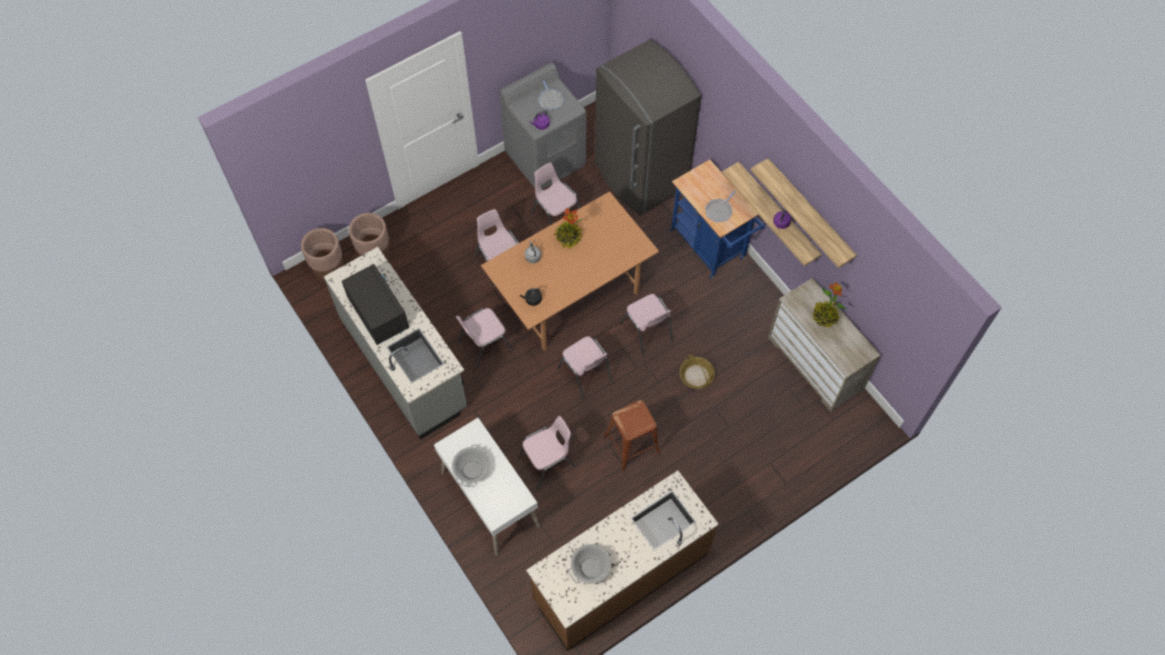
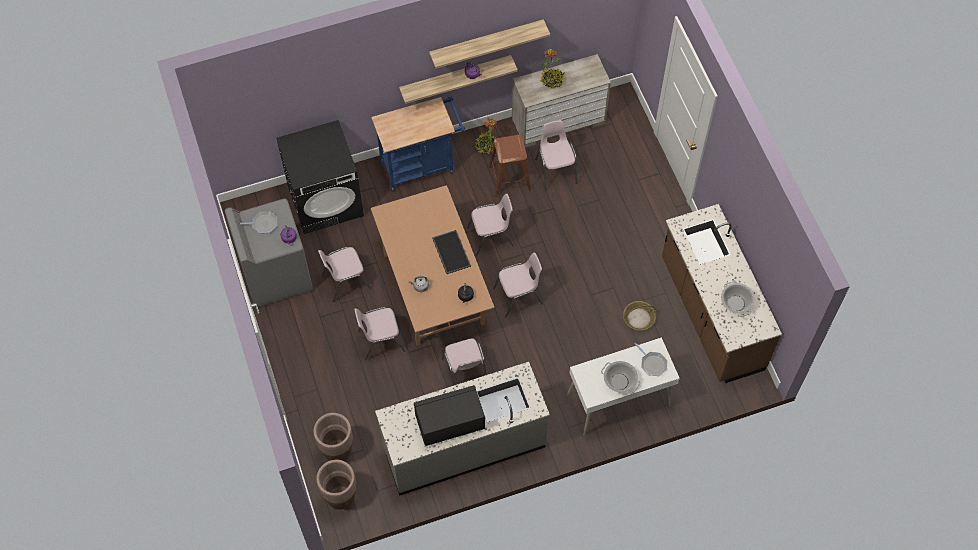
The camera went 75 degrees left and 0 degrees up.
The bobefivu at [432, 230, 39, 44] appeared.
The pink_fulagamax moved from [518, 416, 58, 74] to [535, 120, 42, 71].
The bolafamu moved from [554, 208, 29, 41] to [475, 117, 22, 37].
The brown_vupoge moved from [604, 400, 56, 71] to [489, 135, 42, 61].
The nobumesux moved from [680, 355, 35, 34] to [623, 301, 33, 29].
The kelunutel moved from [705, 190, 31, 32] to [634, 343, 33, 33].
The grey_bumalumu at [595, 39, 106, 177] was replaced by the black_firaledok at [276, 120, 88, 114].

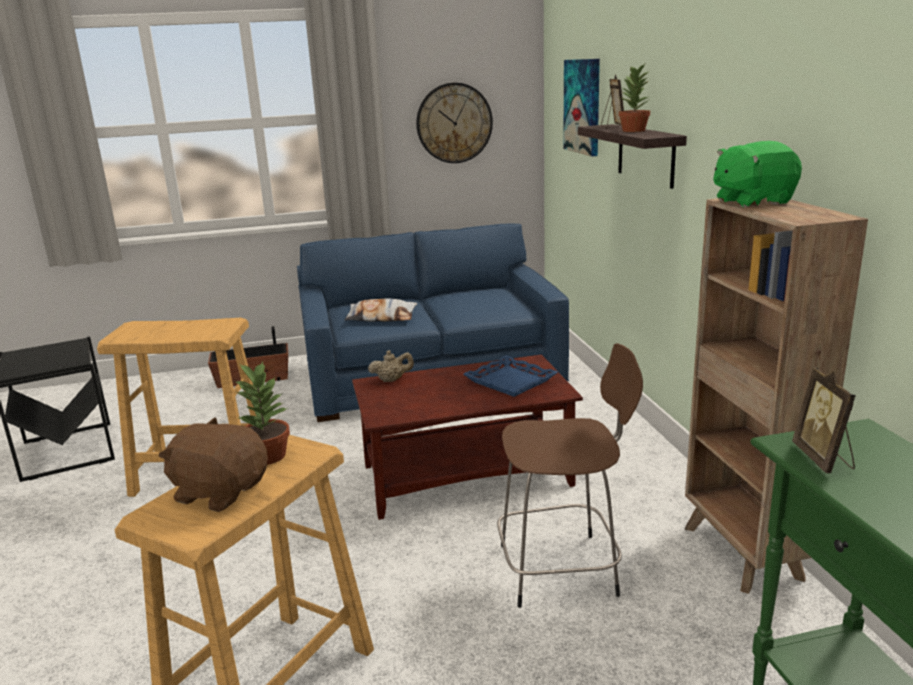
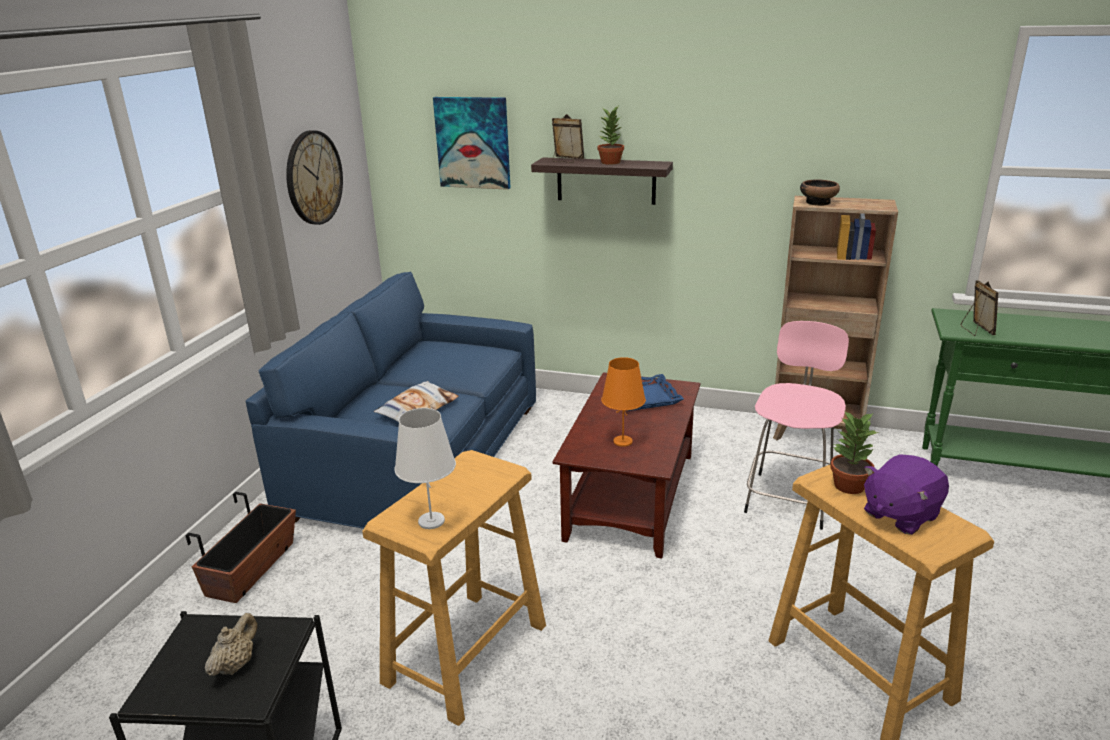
The camera went 60 degrees left and 5 degrees up.
The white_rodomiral at [395, 408, 61, 121] appeared.
The orange_rodomiral at [601, 357, 45, 90] appeared.
The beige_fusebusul moved from [368, 350, 46, 32] to [205, 613, 52, 63].
The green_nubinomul at [713, 141, 89, 66] was replaced by the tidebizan at [800, 179, 40, 27].
The brown_nubinomul at [159, 417, 109, 95] became the purple_nubinomul at [864, 454, 85, 81].
The brown_vupoge at [497, 343, 146, 265] became the pink_vupoge at [744, 321, 105, 209].
The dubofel at [792, 367, 64, 106] turned 120 degrees counterclockwise.

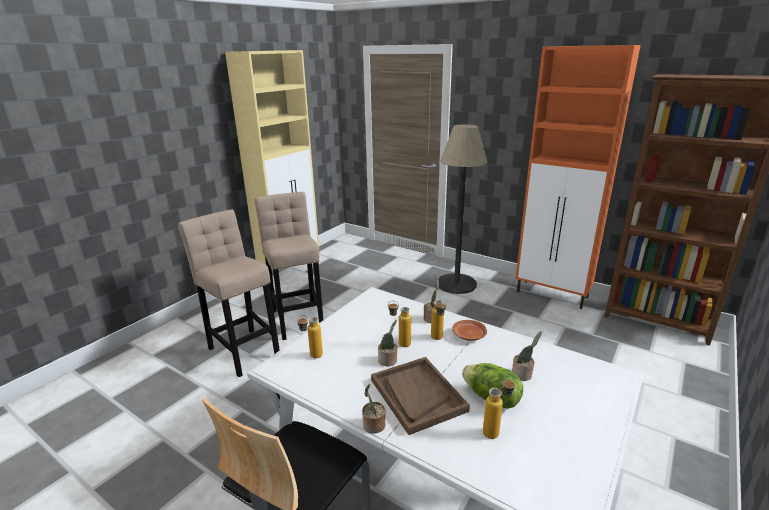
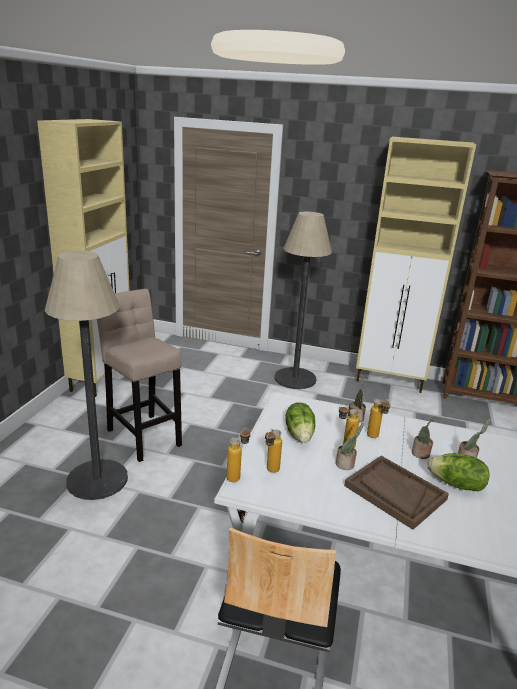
The camera went 20 degrees left and 0 degrees up.
The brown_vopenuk at [452, 320, 35, 21] disappeared.
The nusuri at [285, 402, 30, 41] appeared.
The bolafamu moved from [362, 384, 23, 50] to [412, 417, 23, 42].
The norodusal moved from [483, 378, 32, 61] to [227, 427, 23, 55].
The beige_vupoge at [178, 210, 102, 167] was replaced by the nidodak at [45, 251, 83, 249].
The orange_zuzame at [516, 45, 125, 264] became the beige_zuzame at [356, 137, 120, 256].

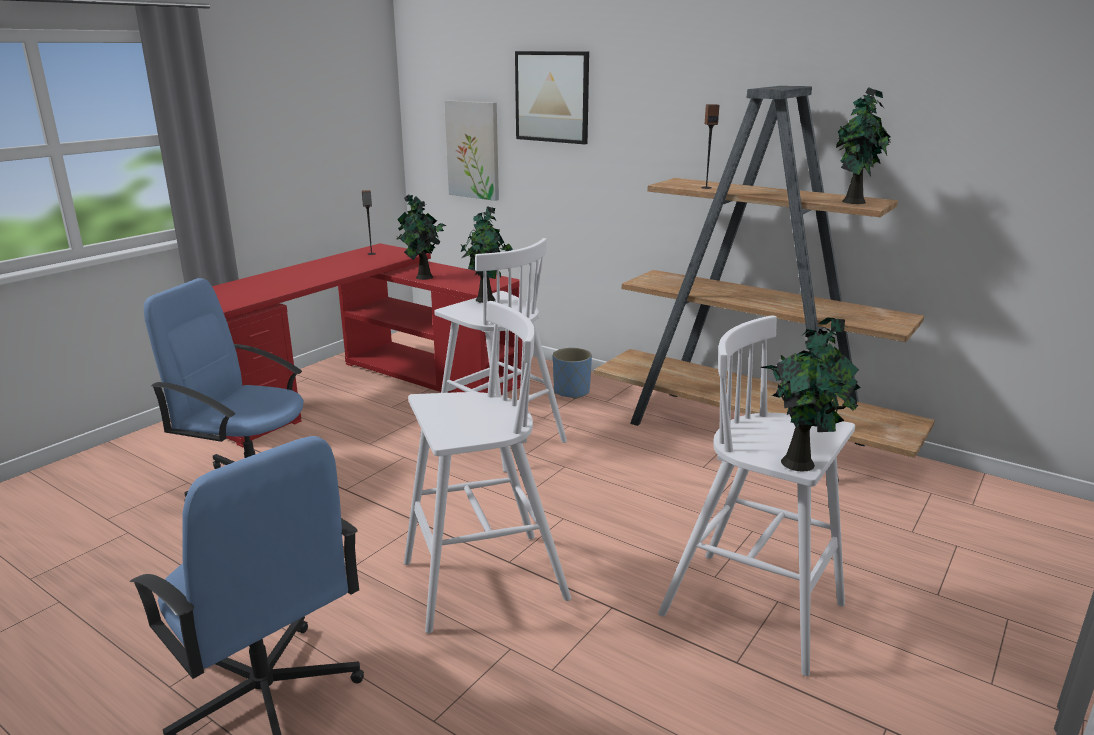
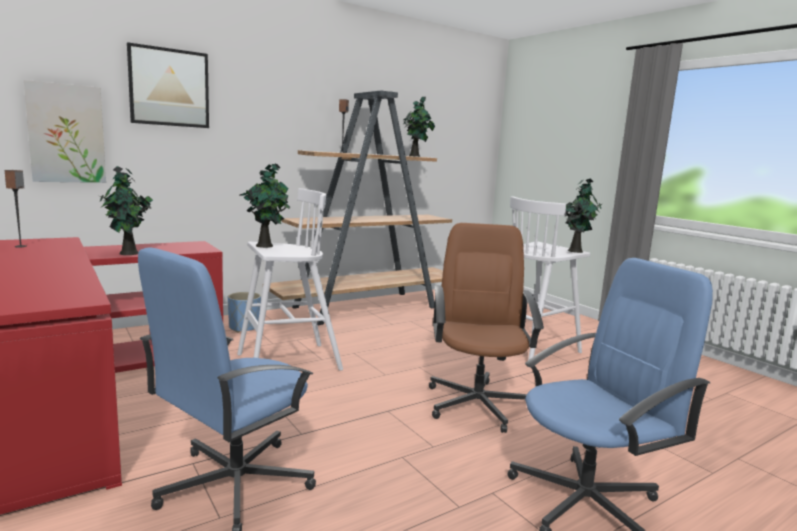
The camera went 70 degrees left and 10 degrees down.
The white_vupoge at [404, 301, 167, 332] was replaced by the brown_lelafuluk at [429, 223, 115, 210].

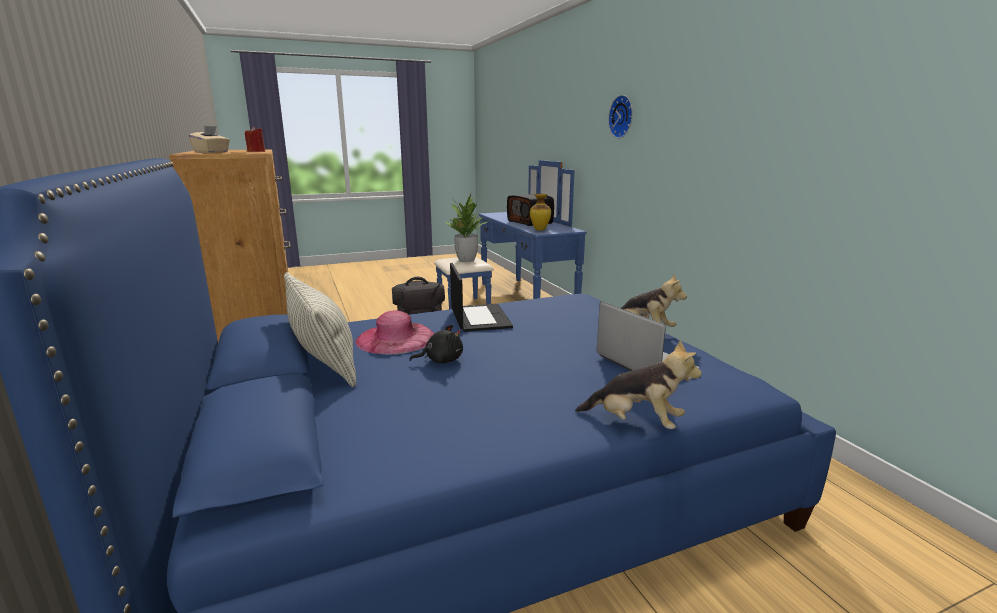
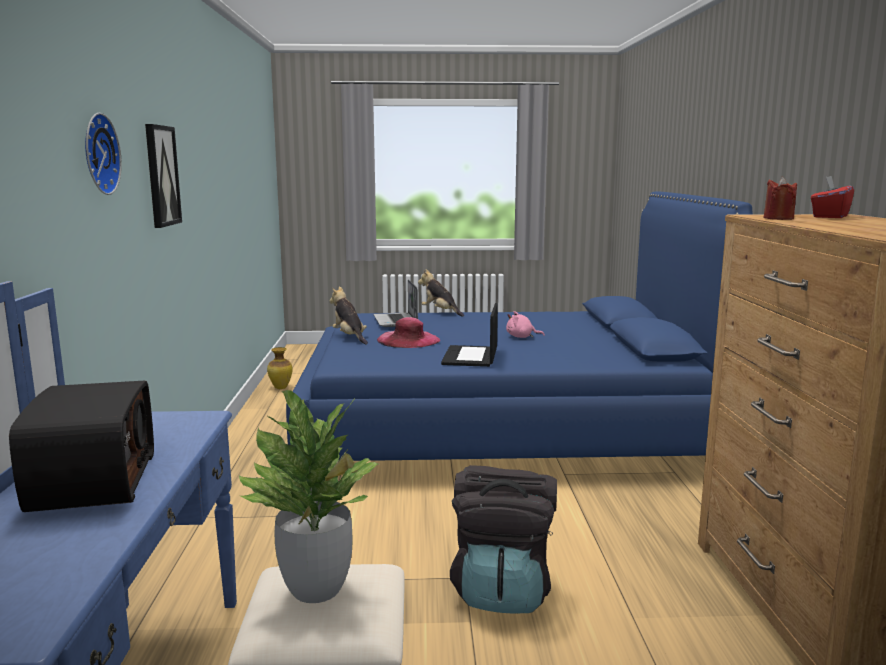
The camera went 160 degrees left and 5 degrees down.
The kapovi at [284, 272, 72, 115] disappeared.
The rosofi at [145, 124, 37, 104] appeared.
The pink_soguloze moved from [355, 310, 79, 45] to [377, 317, 63, 31].
The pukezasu moved from [530, 194, 21, 37] to [267, 347, 26, 42].
The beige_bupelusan at [189, 126, 41, 27] became the red_bupelusan at [811, 176, 43, 42].
The black_nubinomul at [409, 324, 54, 40] became the pink_nubinomul at [506, 311, 39, 27].

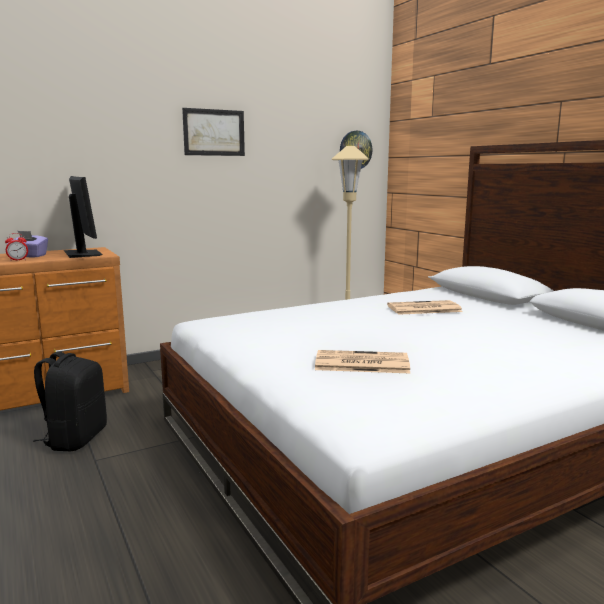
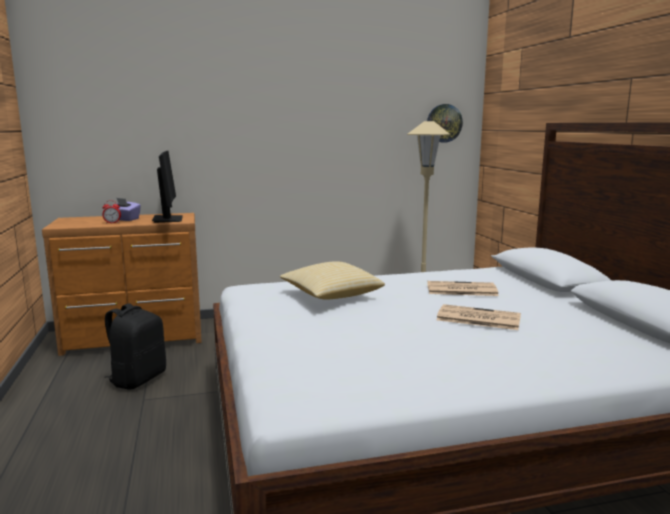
The camera went 15 degrees right and 0 degrees up.
The rosofi at [182, 108, 63, 48] disappeared.
The kapovi at [280, 261, 105, 38] appeared.
The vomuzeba moved from [315, 350, 95, 23] to [436, 304, 85, 26].

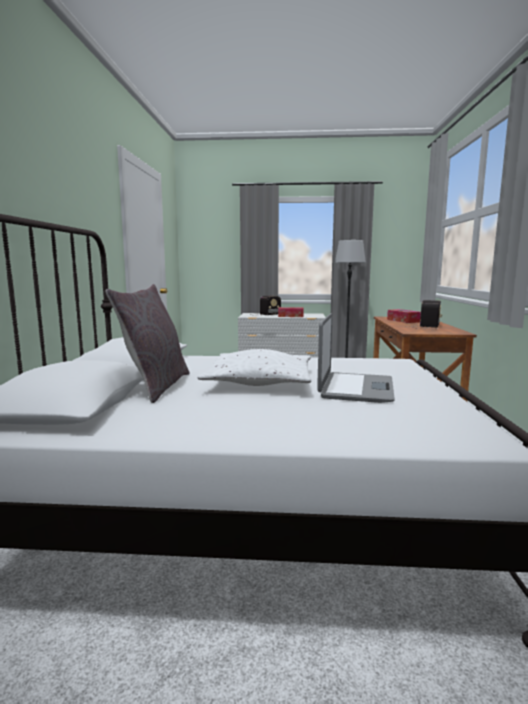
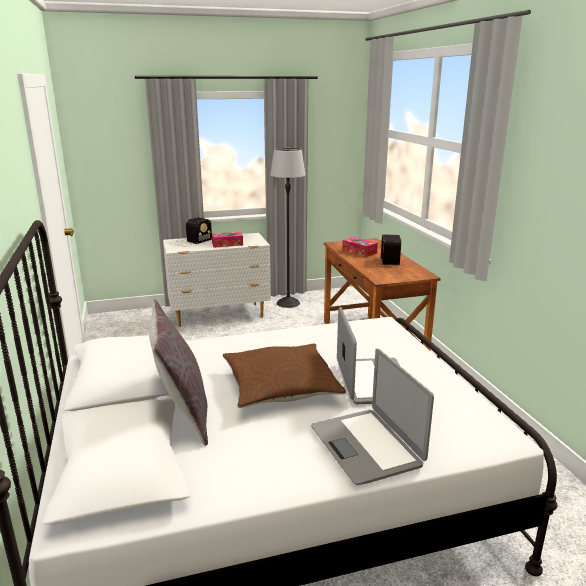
The camera went 20 degrees left and 10 degrees up.
The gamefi at [311, 349, 123, 136] appeared.
The white_kapovi at [197, 349, 114, 37] became the brown_kapovi at [223, 343, 123, 65].

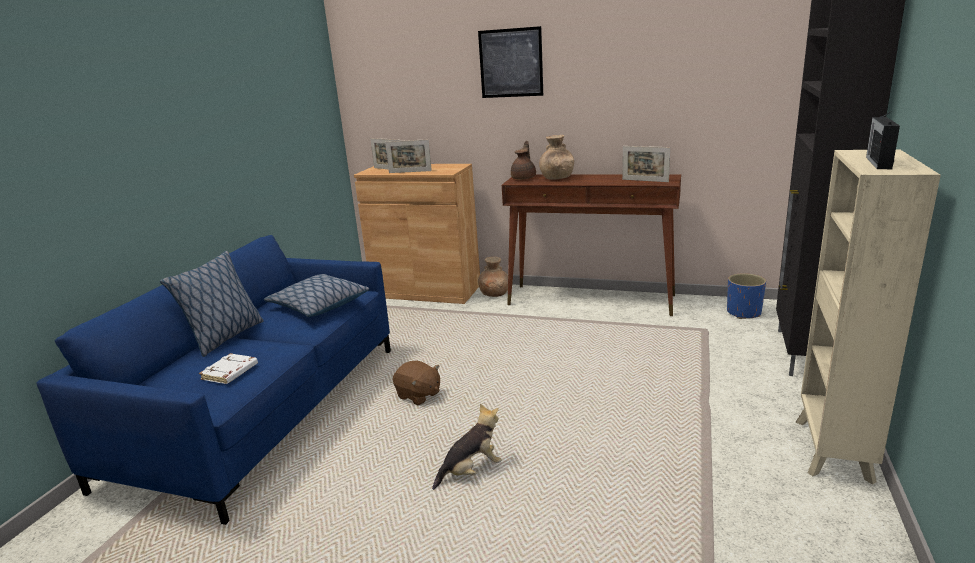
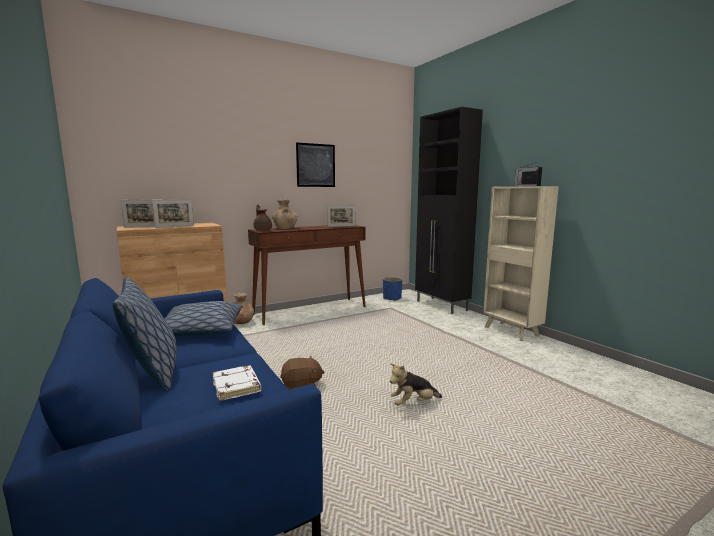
The camera went 50 degrees left and 10 degrees down.
The rosofi moved from [478, 26, 65, 72] to [296, 142, 39, 45].
The nubinomul at [432, 404, 70, 86] turned 120 degrees counterclockwise.

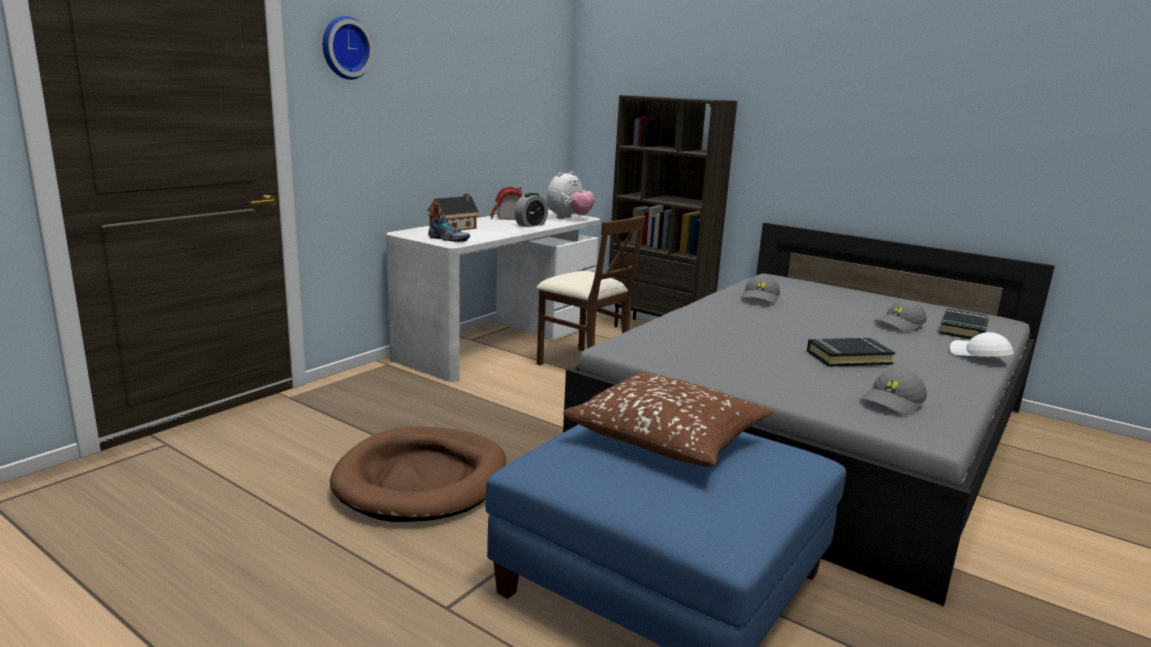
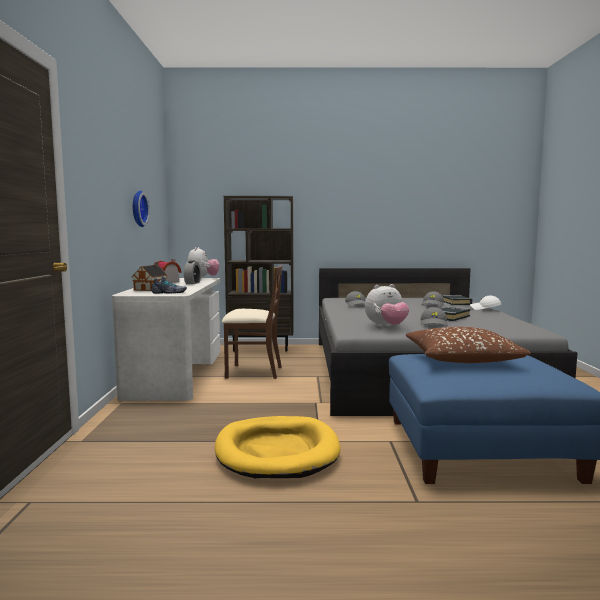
The camera went 35 degrees left and 10 degrees down.
The nubinomul at [365, 284, 44, 43] appeared.
The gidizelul moved from [323, 16, 51, 64] to [133, 190, 16, 37].
The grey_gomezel moved from [860, 368, 67, 47] to [420, 307, 28, 20].
The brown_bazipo at [330, 426, 176, 96] became the yellow_bazipo at [215, 416, 126, 62].

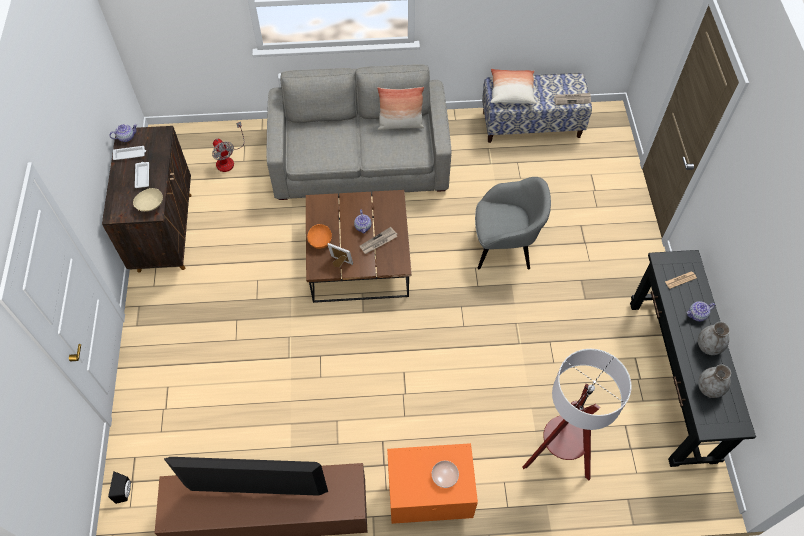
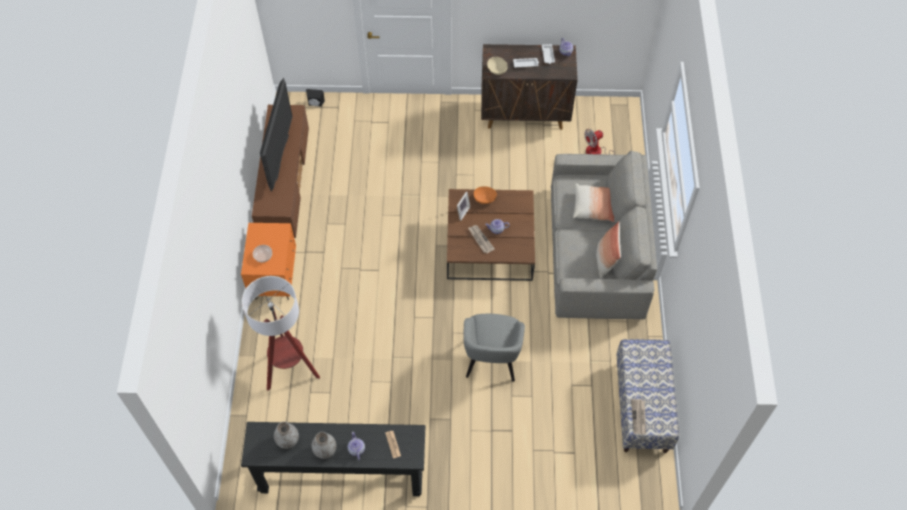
The camera went 95 degrees right and 0 degrees up.
The kapovi moved from [491, 69, 46, 35] to [573, 183, 42, 39].

